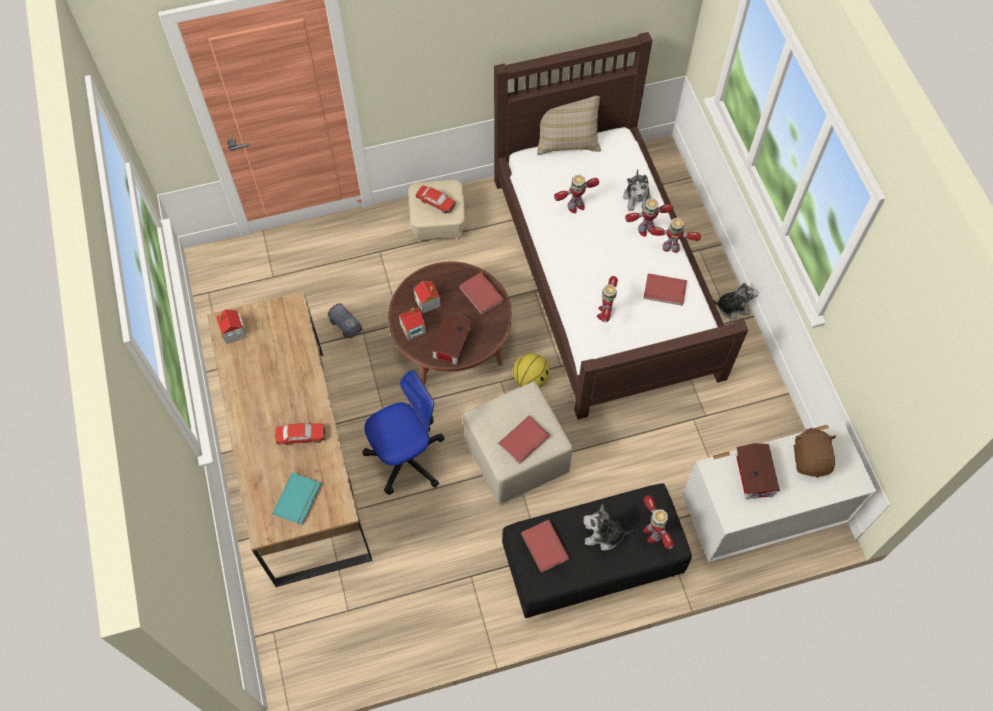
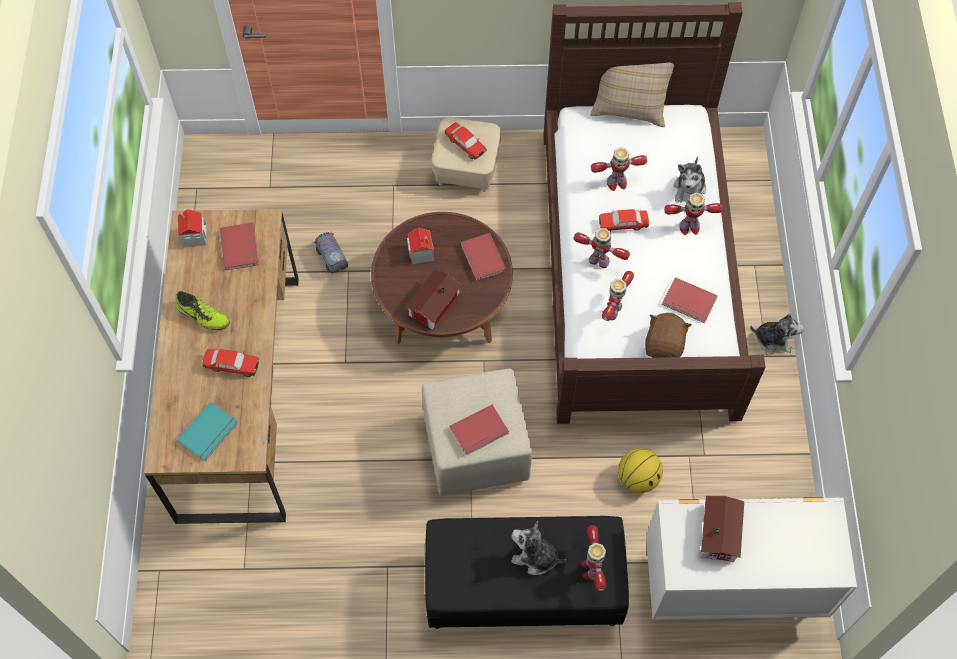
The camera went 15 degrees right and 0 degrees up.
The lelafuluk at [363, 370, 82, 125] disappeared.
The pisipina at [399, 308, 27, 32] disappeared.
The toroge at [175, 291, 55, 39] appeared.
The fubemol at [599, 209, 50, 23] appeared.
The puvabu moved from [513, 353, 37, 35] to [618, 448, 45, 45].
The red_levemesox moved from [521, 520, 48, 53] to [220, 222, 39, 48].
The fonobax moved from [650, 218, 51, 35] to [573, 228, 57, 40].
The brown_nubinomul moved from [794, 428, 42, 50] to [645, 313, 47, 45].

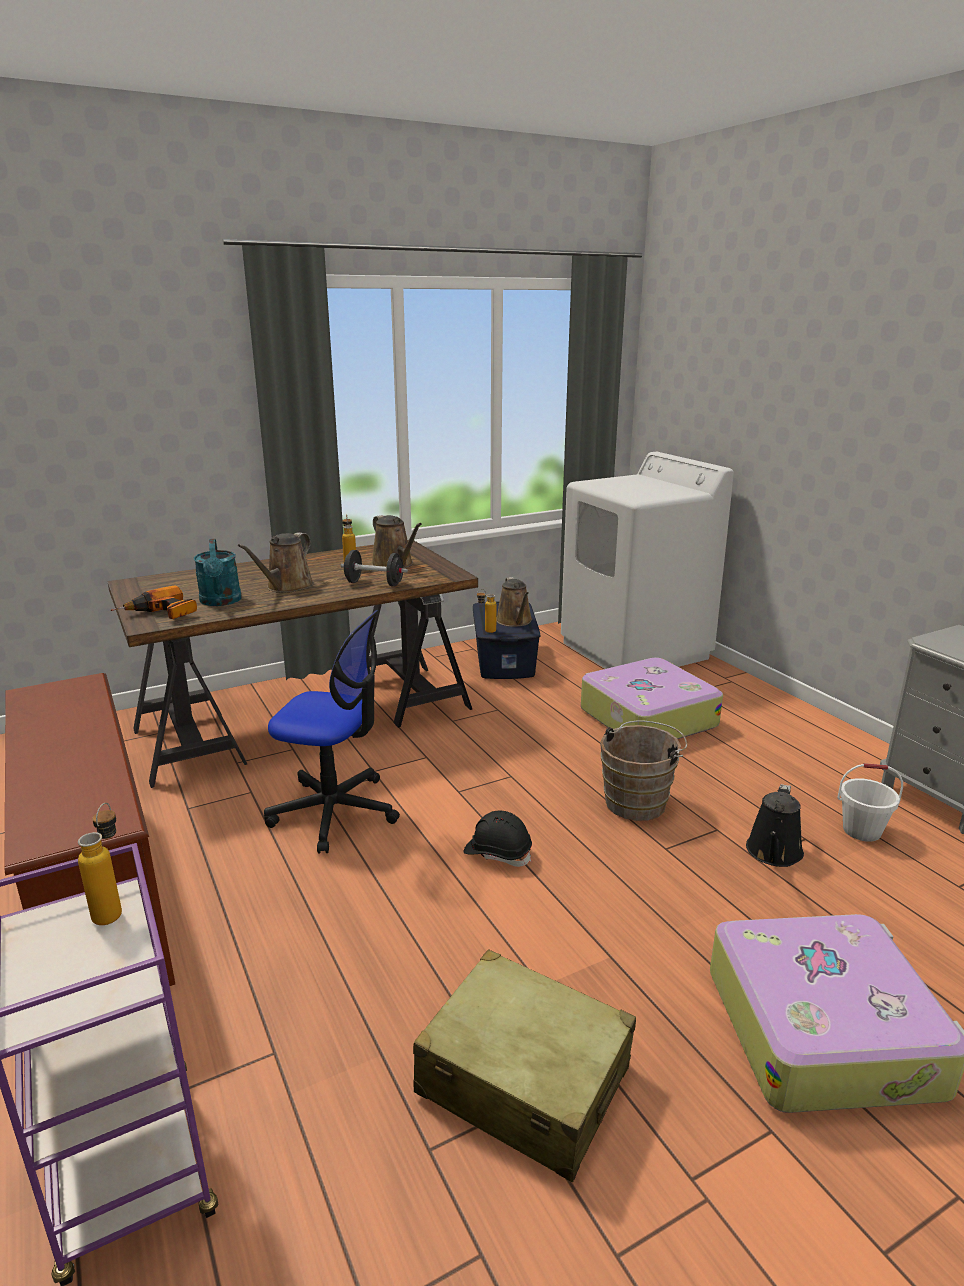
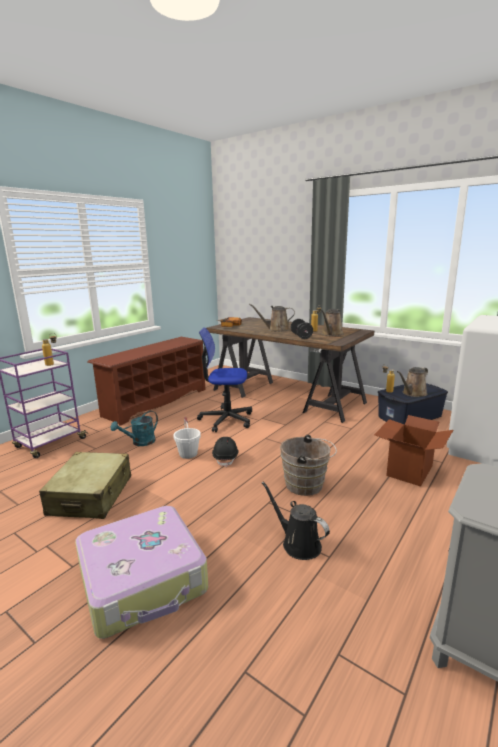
The camera went 65 degrees right and 5 degrees down.
The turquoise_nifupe moved from [194, 539, 48, 67] to [111, 411, 47, 35].
The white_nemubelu moved from [837, 763, 66, 79] to [173, 417, 28, 42].
The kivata at [581, 657, 142, 82] was replaced by the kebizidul at [374, 415, 79, 71].
The lelafuluk at [264, 610, 136, 243] turned 105 degrees clockwise.
The black_nifupe at [746, 784, 58, 83] turned 45 degrees clockwise.

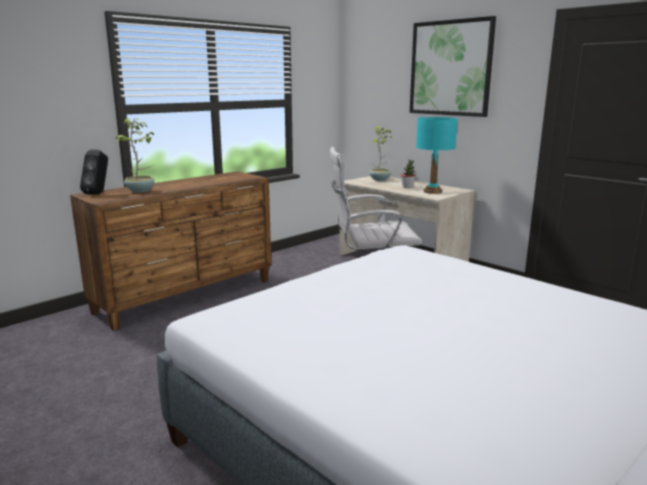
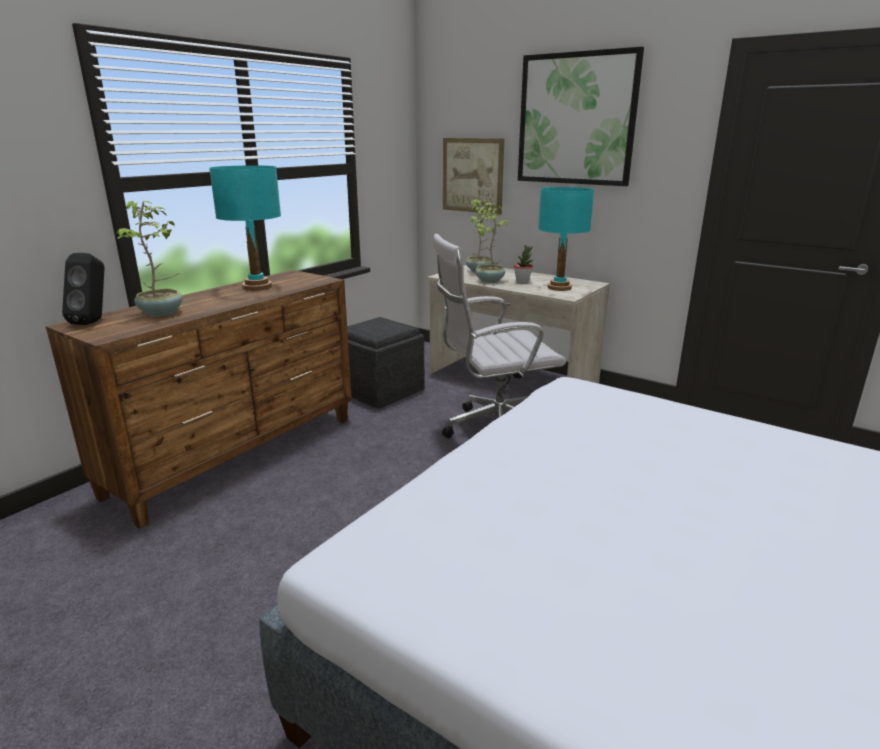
The camera went 10 degrees left and 5 degrees up.
The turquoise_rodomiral at [209, 165, 72, 126] appeared.
The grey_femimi at [347, 317, 78, 91] appeared.
The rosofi at [443, 138, 61, 76] appeared.
The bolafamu at [475, 204, 35, 79] appeared.

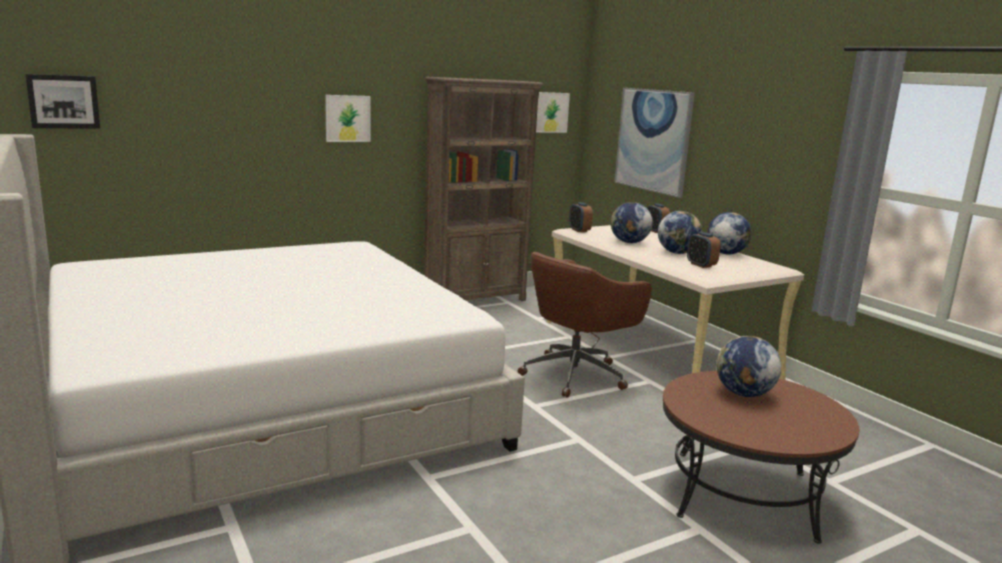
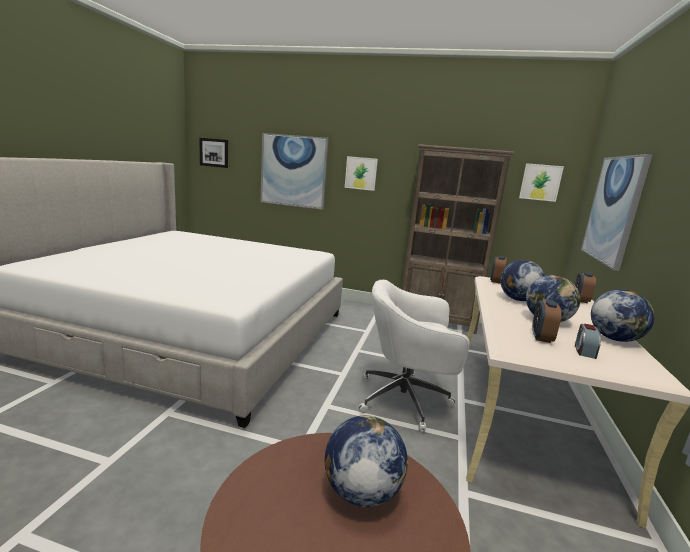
The camera went 45 degrees right and 0 degrees up.
The rosofi at [261, 133, 68, 77] appeared.
The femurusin at [575, 324, 26, 35] appeared.
The brown_lelafuluk at [518, 252, 134, 146] became the white_lelafuluk at [359, 280, 111, 152].

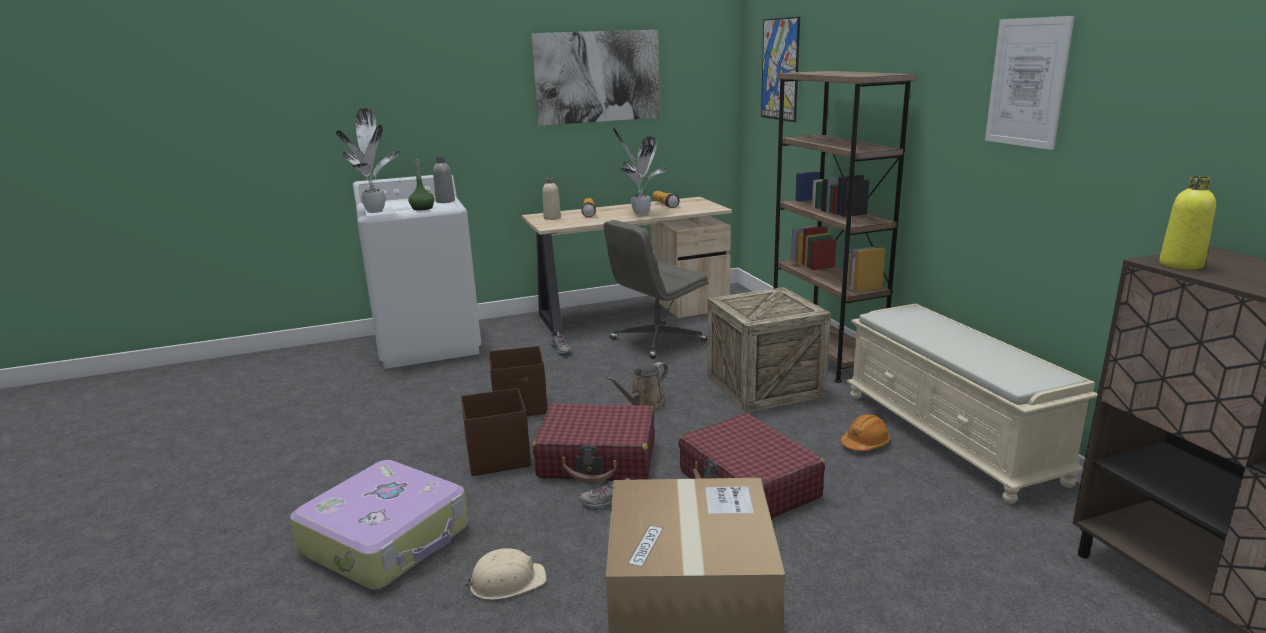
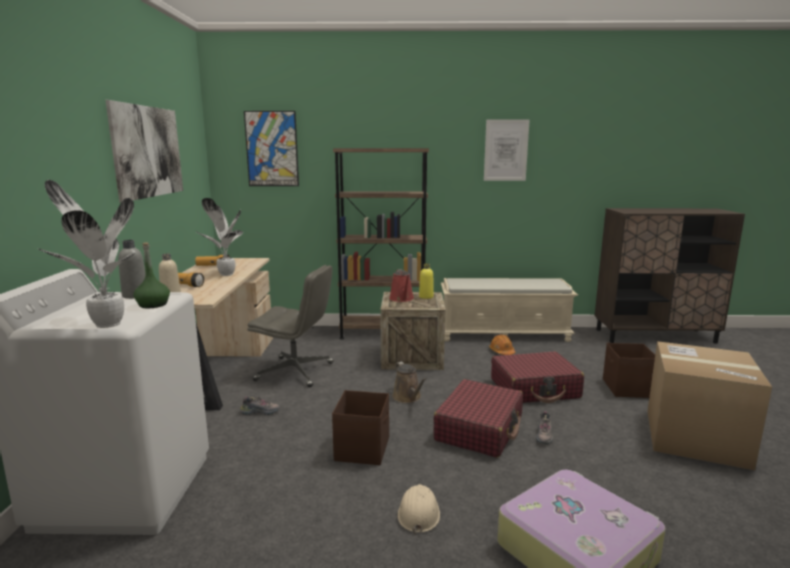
The camera went 70 degrees left and 5 degrees down.
The red_nifupe at [389, 270, 25, 32] appeared.
The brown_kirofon moved from [461, 388, 70, 88] to [603, 343, 52, 55].
The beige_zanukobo moved from [464, 548, 82, 52] to [398, 484, 42, 51].
The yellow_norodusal moved from [1159, 176, 57, 93] to [419, 263, 15, 36].
The grey_lelafuluk at [604, 220, 105, 139] turned 60 degrees counterclockwise.

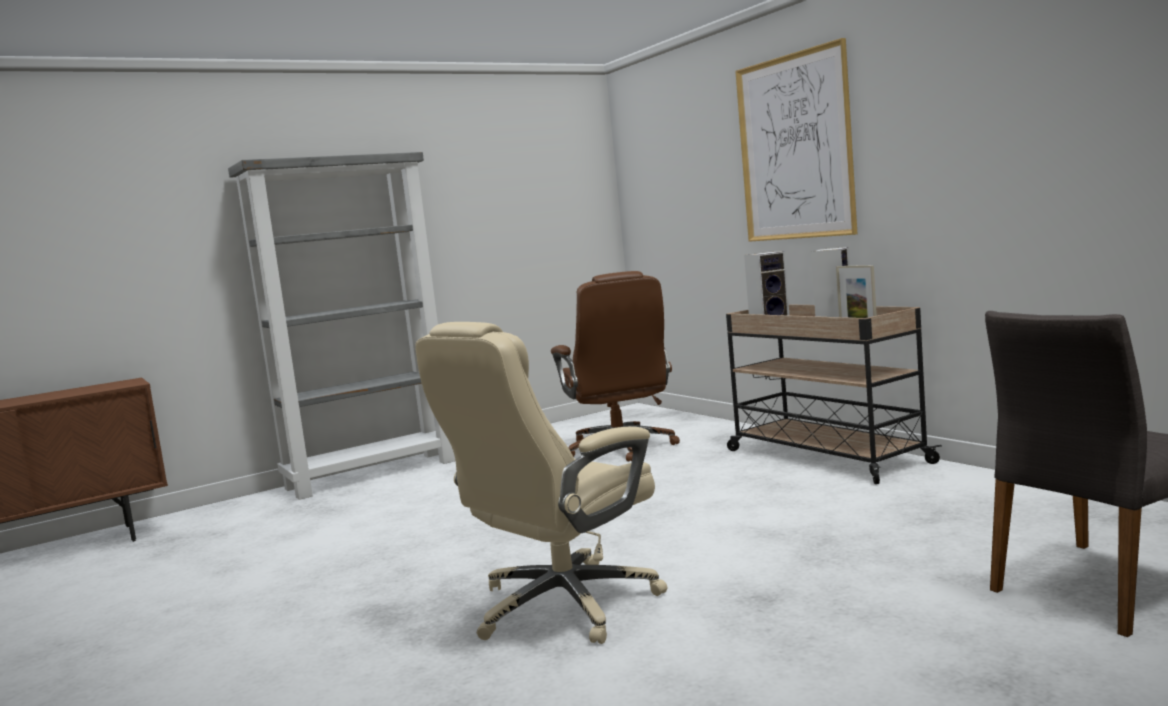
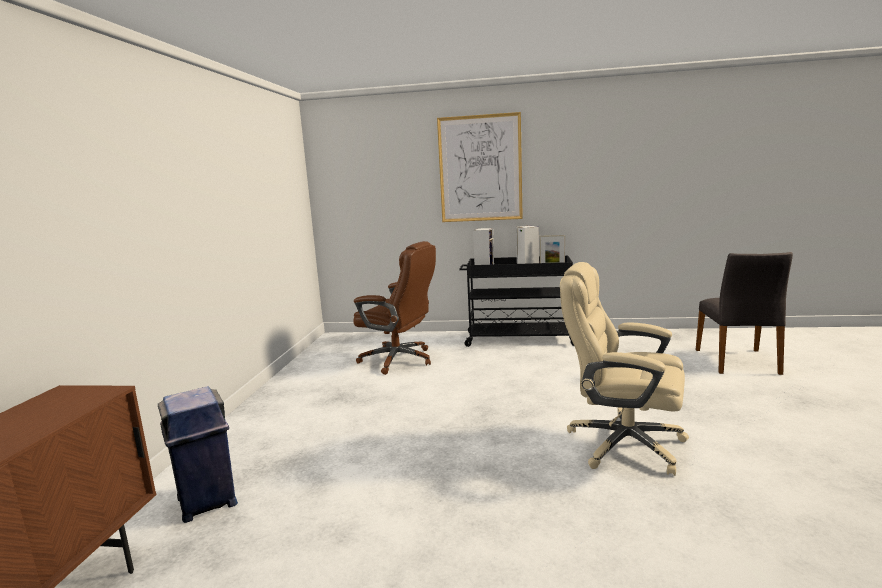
The camera went 50 degrees left and 5 degrees up.
The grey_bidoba at [228, 152, 227, 348] disappeared.
The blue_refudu at [158, 386, 80, 137] appeared.
The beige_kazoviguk at [726, 304, 216, 180] became the black_kazoviguk at [460, 256, 114, 91].
The beige_lelafuluk at [415, 322, 252, 322] turned 120 degrees clockwise.

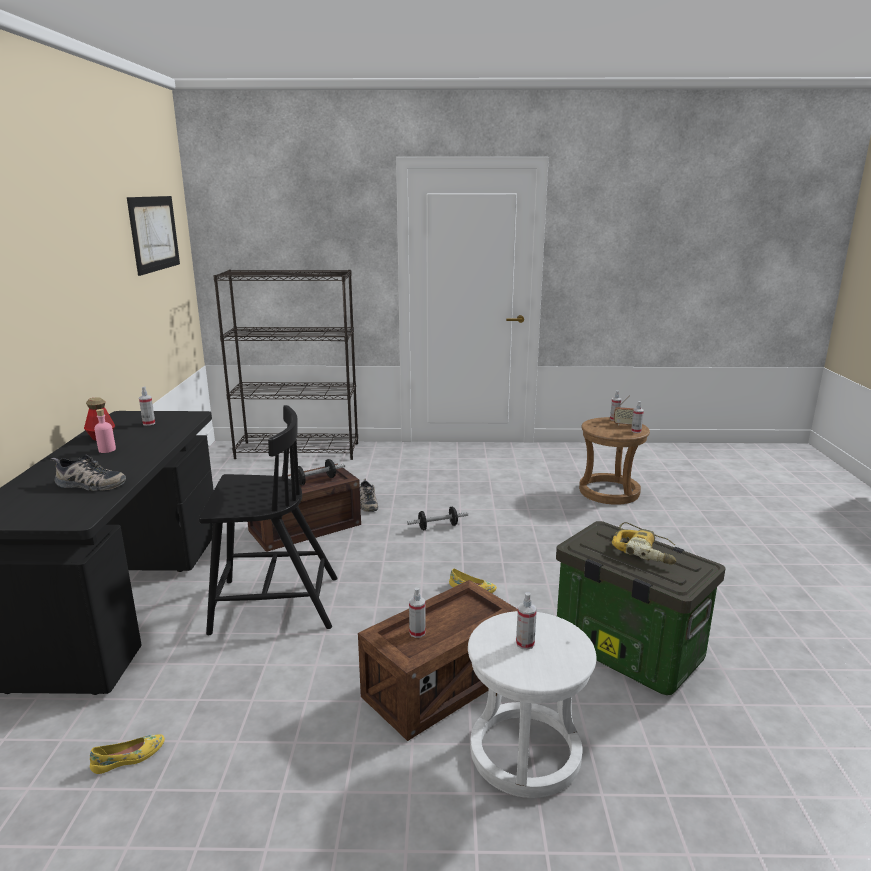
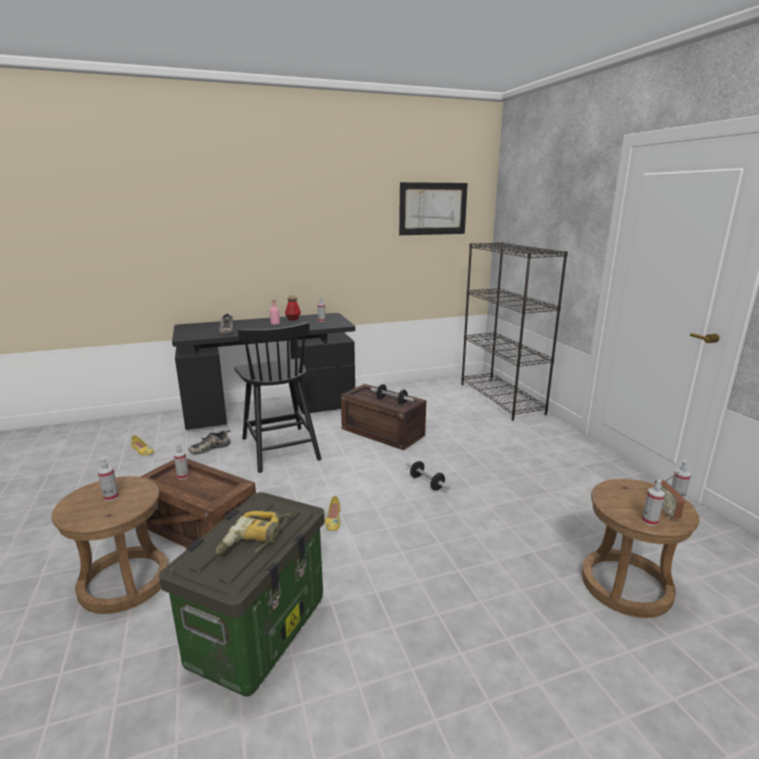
The camera went 70 degrees right and 0 degrees up.
The toroge moved from [360, 479, 18, 33] to [189, 430, 41, 24].
The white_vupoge at [468, 611, 128, 187] became the brown_vupoge at [51, 476, 118, 138].

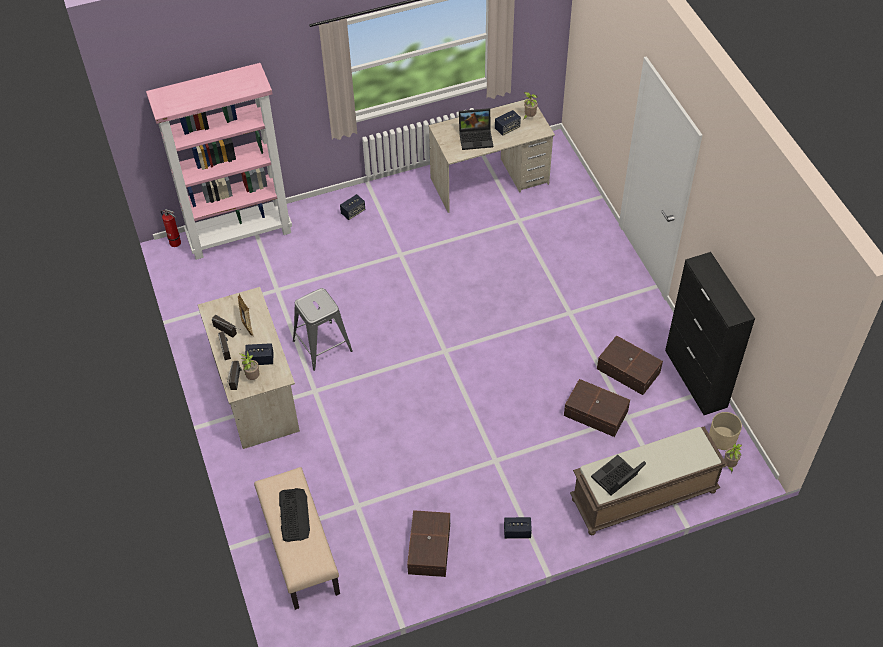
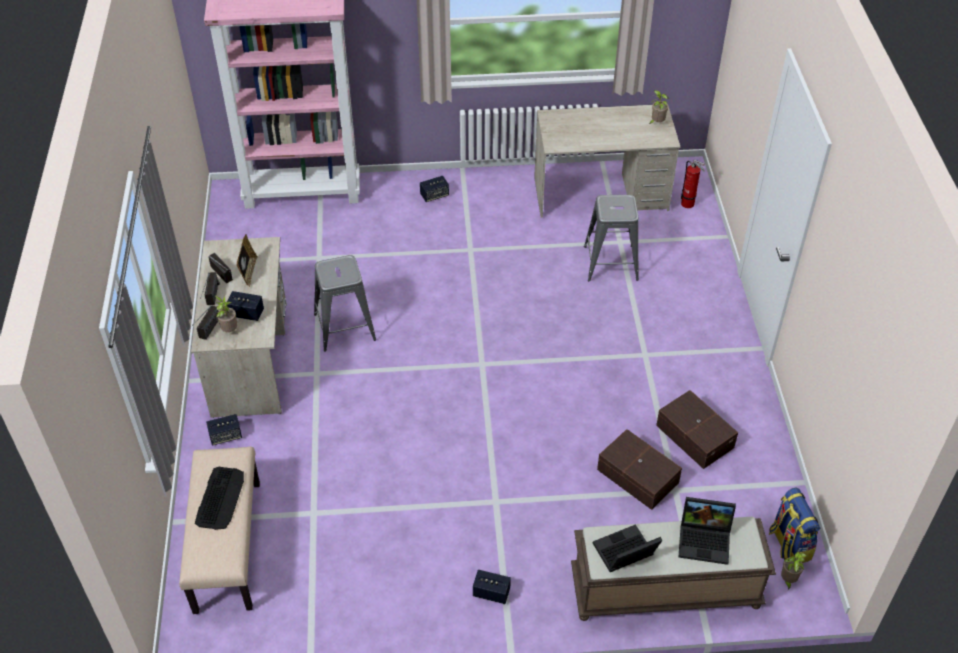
The camera went 15 degrees right and 5 degrees down.
The brown_kirofon at [407, 510, 43, 67] disappeared.
The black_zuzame at [665, 252, 90, 163] disappeared.
The grey_vupoge at [584, 195, 55, 86] appeared.
The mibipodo moved from [161, 209, 20, 38] to [681, 160, 24, 48].
The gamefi moved from [459, 108, 34, 42] to [679, 497, 57, 68].
The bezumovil moved from [495, 110, 26, 26] to [206, 414, 36, 32].
The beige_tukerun at [709, 412, 33, 38] was replaced by the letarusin at [769, 488, 51, 75].

